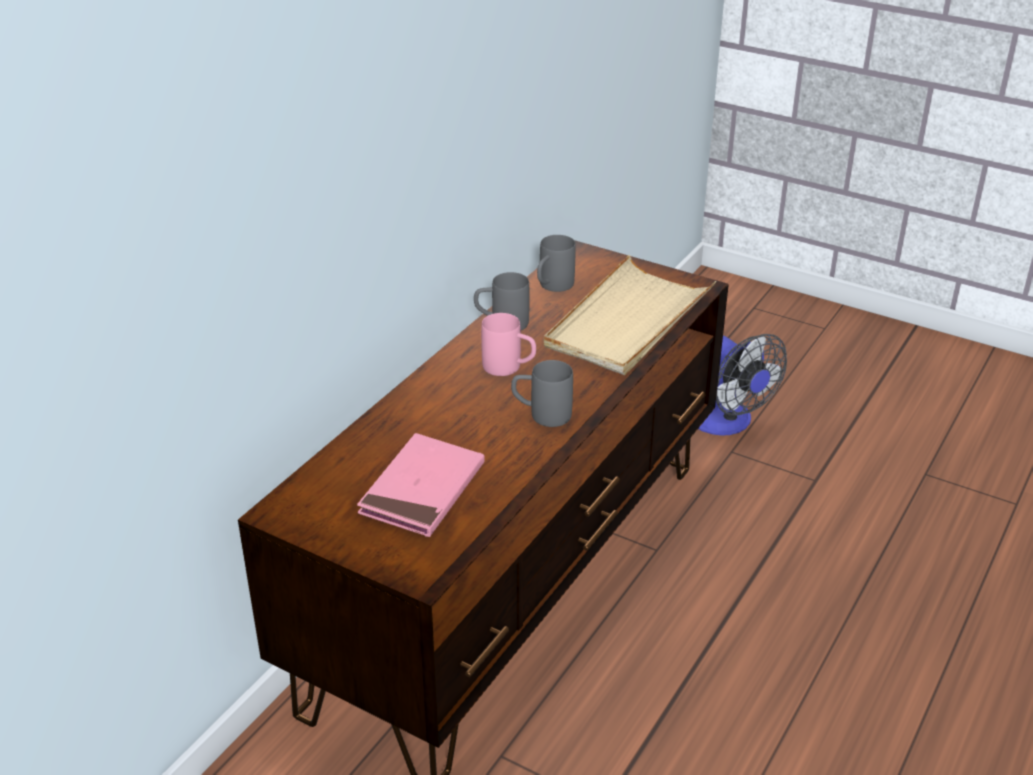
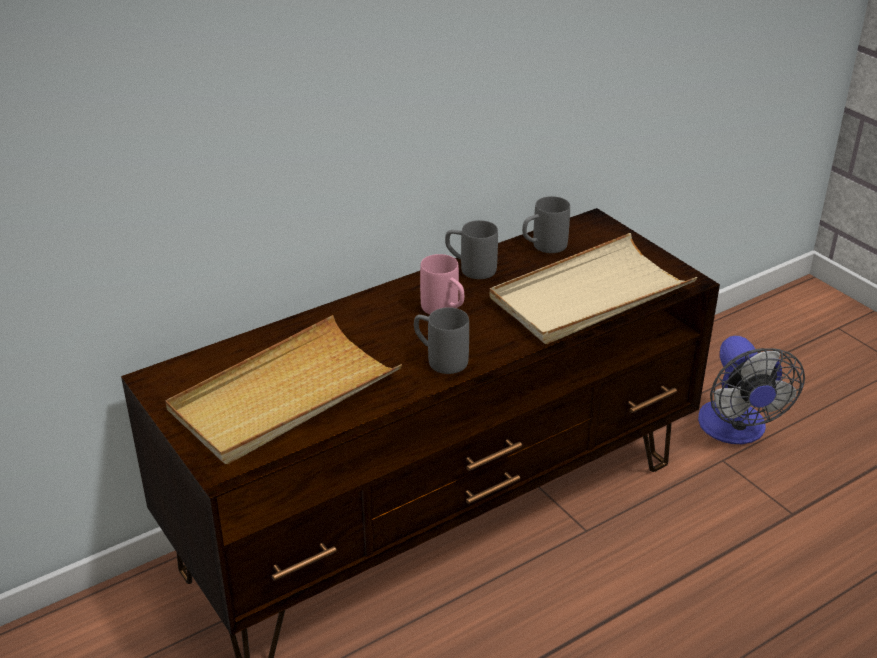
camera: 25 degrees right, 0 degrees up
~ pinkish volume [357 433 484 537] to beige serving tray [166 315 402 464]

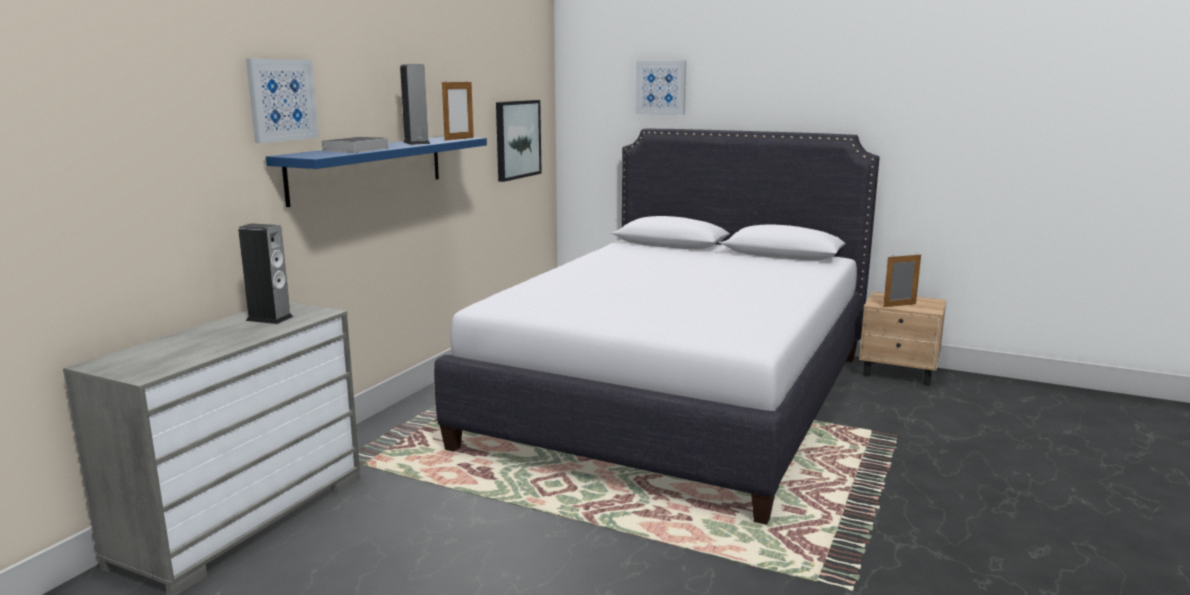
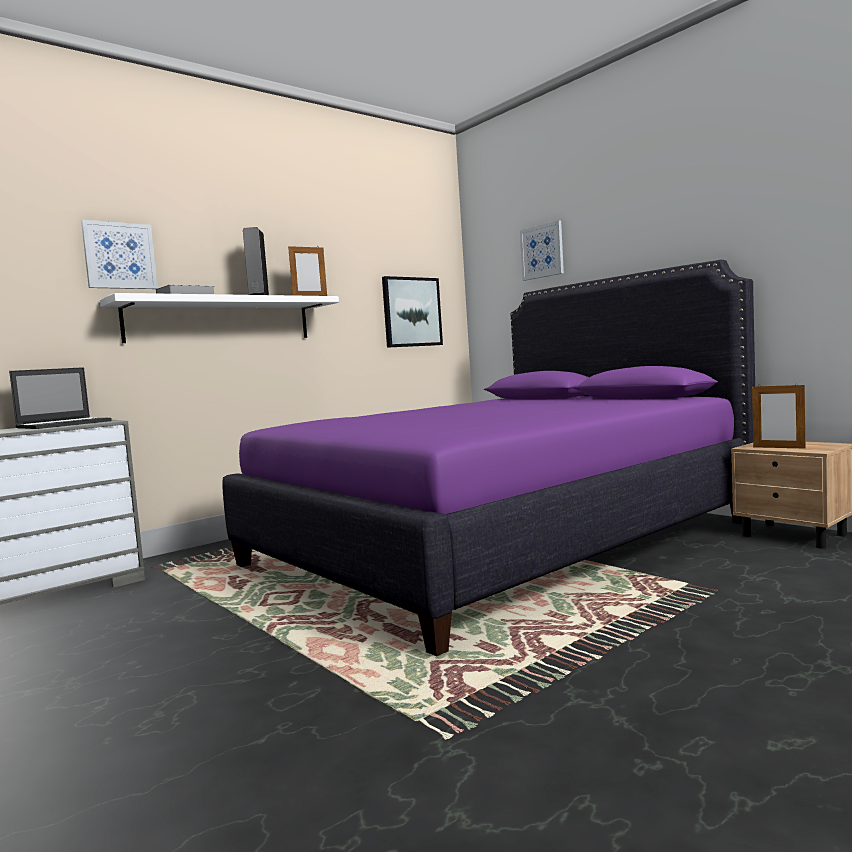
camera: 25 degrees right, 10 degrees down
~ white bedroom bed [434 128 880 525] to purple-coloured bedroom bed [222 260 755 656]
~ blue wall shelf [266 137 487 207] to white wall shelf [100 293 339 343]
~ audio speaker [238 223 293 324] to laptop [9 367 112 429]
~ standing frame [883 253 921 307] = [752 383 806 448] 150 degrees counterclockwise

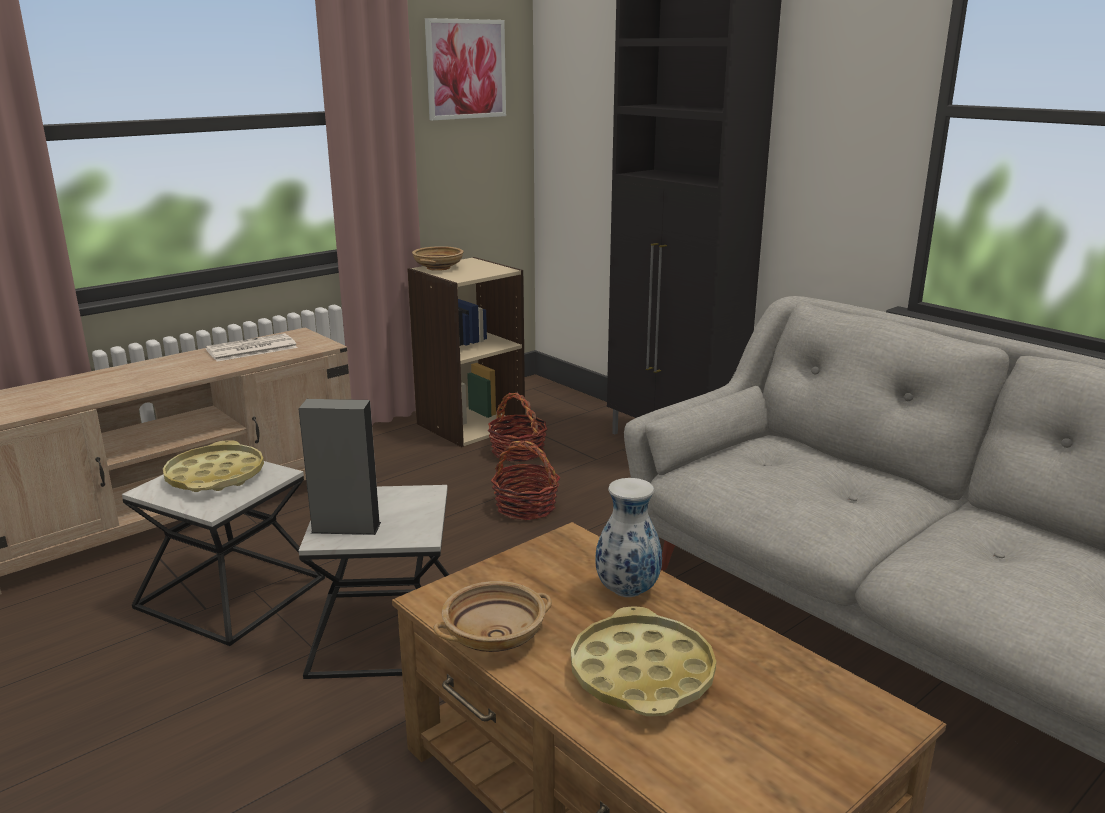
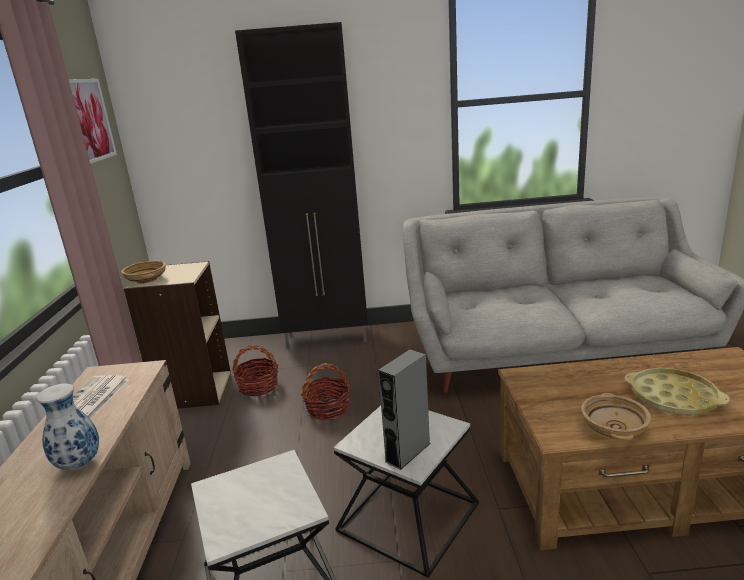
camera: 50 degrees left, 0 degrees up
- yellow serving tray [163 440 264 492]
~ vase [596 478 662 597] to [36 383 99 470]

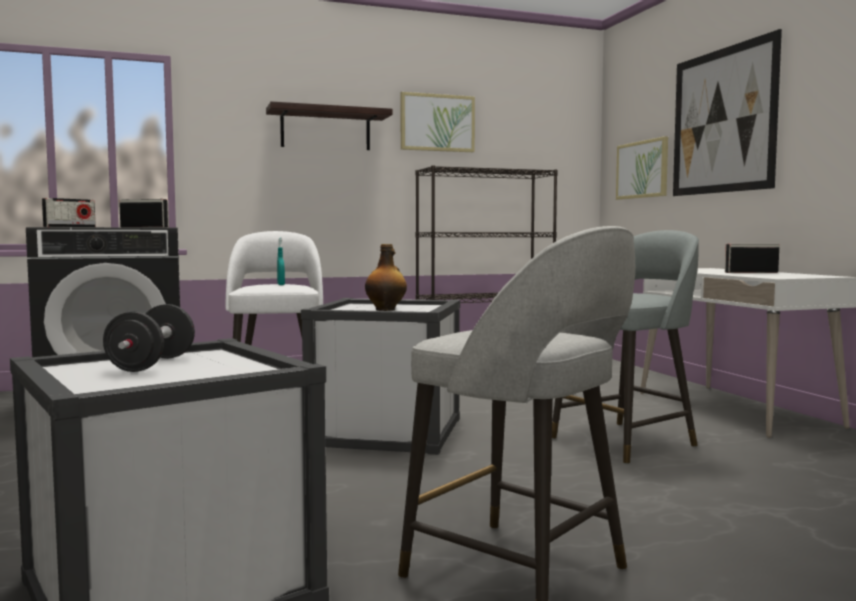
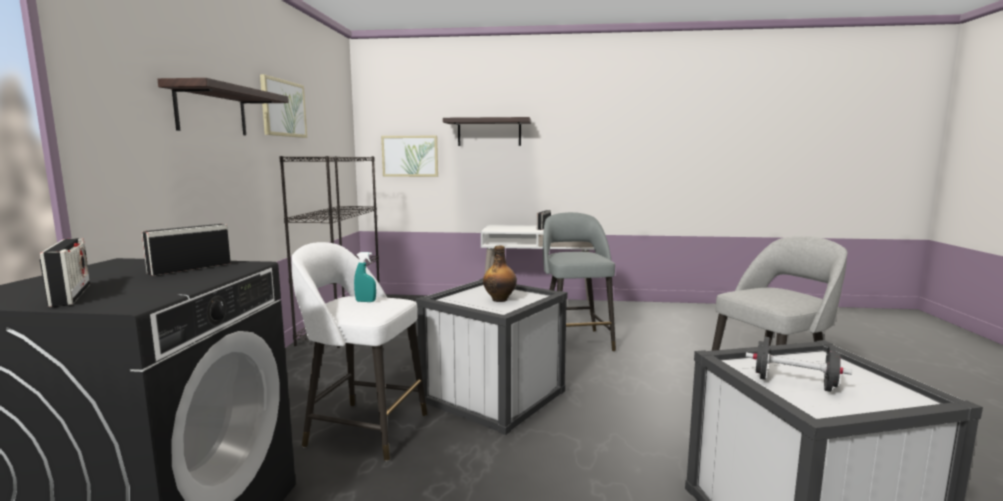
camera: 65 degrees left, 5 degrees up
~ picture [673 29 782 196] to wall shelf [443 117 531 146]

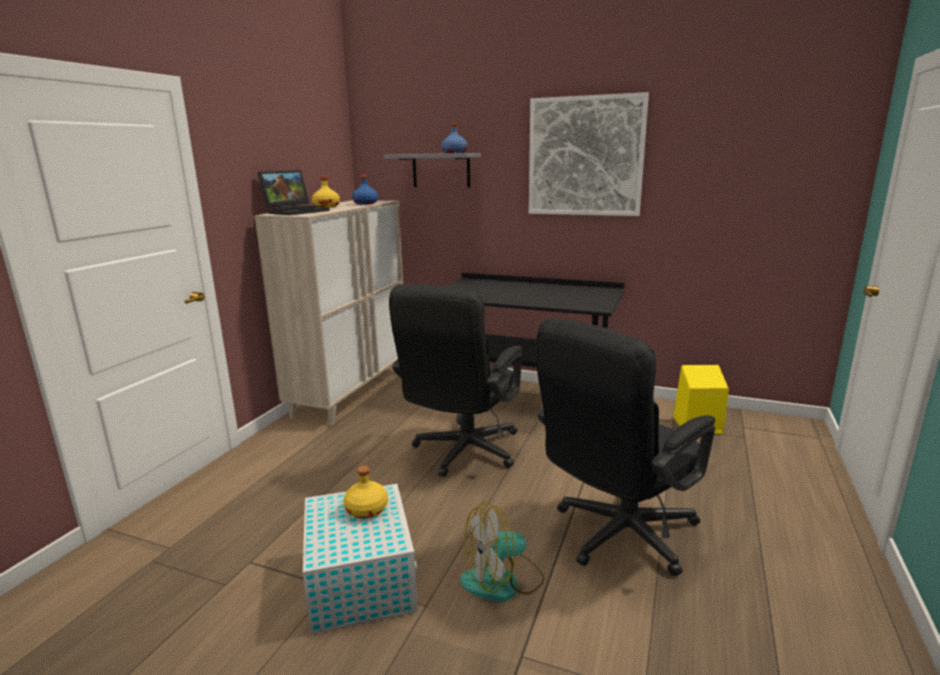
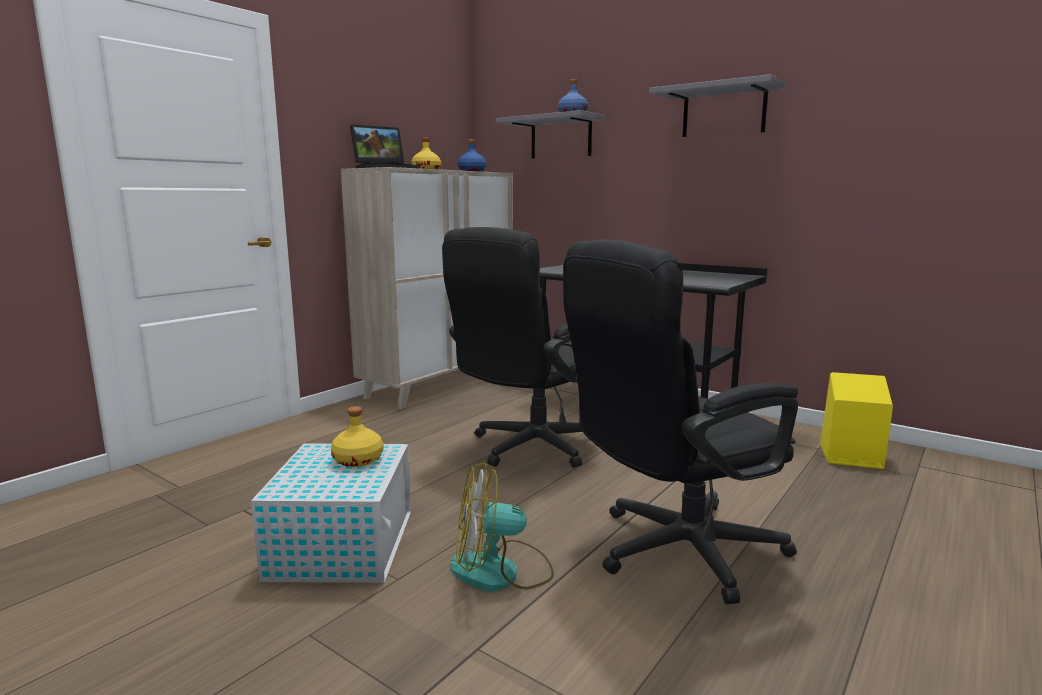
camera: 15 degrees right, 5 degrees down
~ picture [529 92 649 216] to gray wall shelf [649 74 787 137]

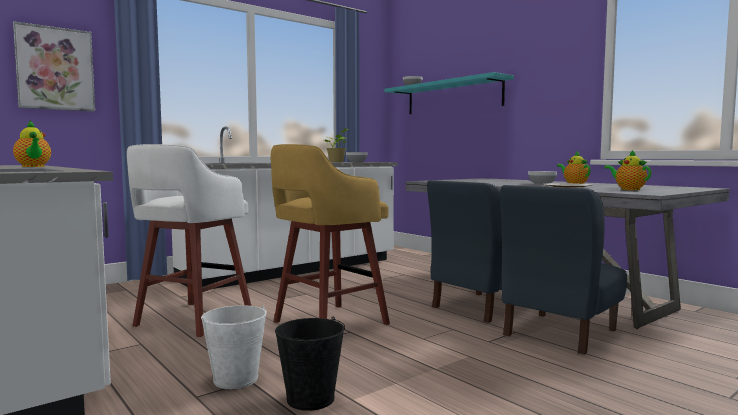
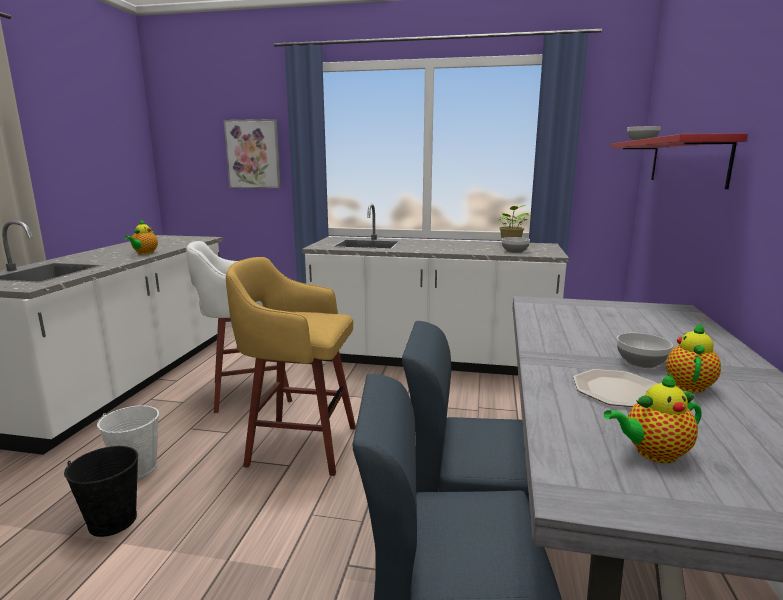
camera: 50 degrees right, 10 degrees up
~ turquoise-coloured wall shelf [385 72 514 114] to red-coloured wall shelf [611 133 748 189]
~ tea pot [604 150 651 190] = [604 373 702 463] 120 degrees counterclockwise

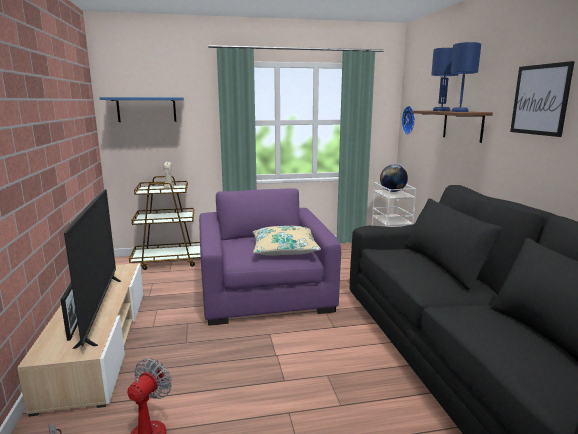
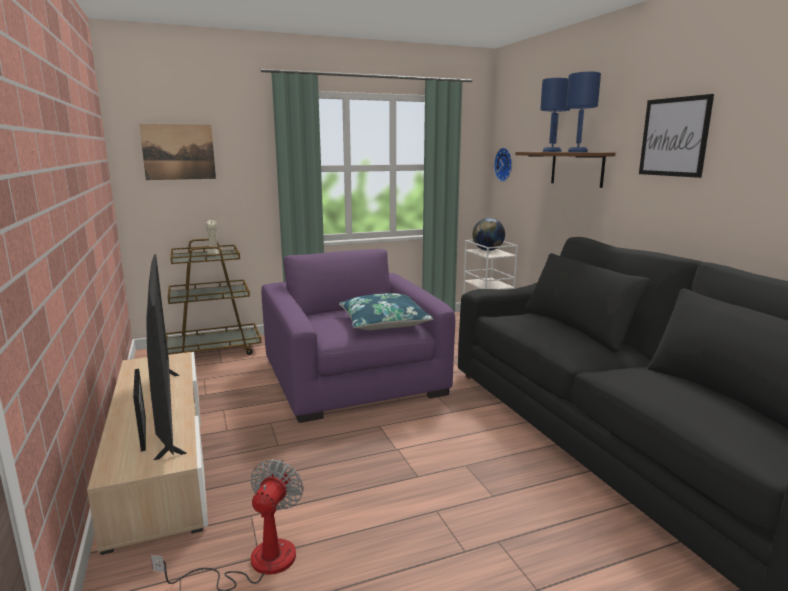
camera: 10 degrees left, 0 degrees up
~ blue wall shelf [99 97 184 122] to picture [139 124 216 180]
~ beige pillow [253 226 321 256] to blue pillow [339 293 434 330]

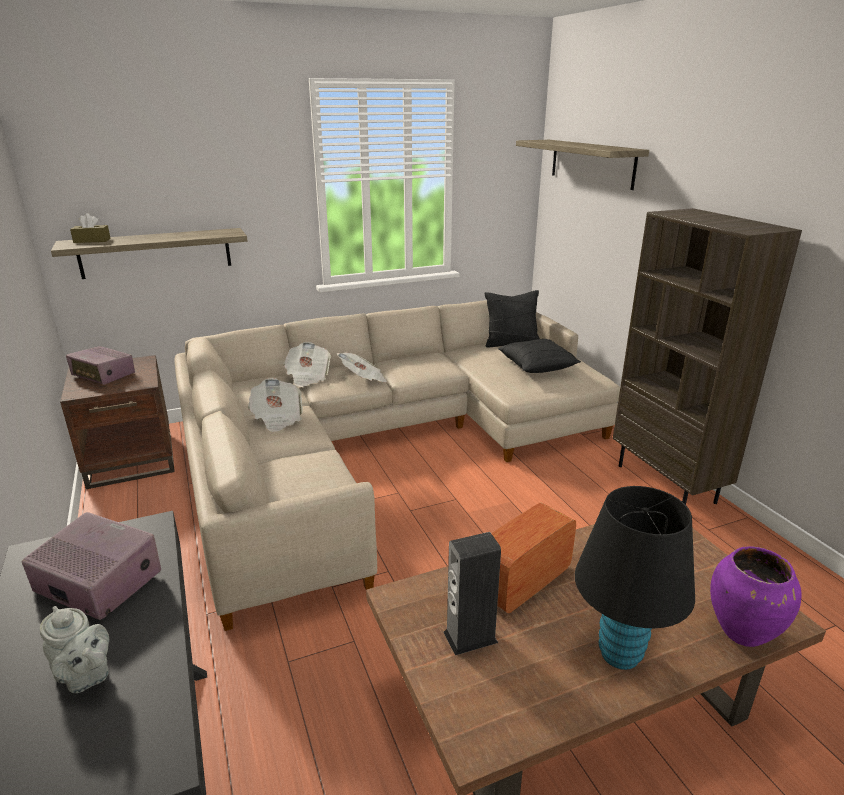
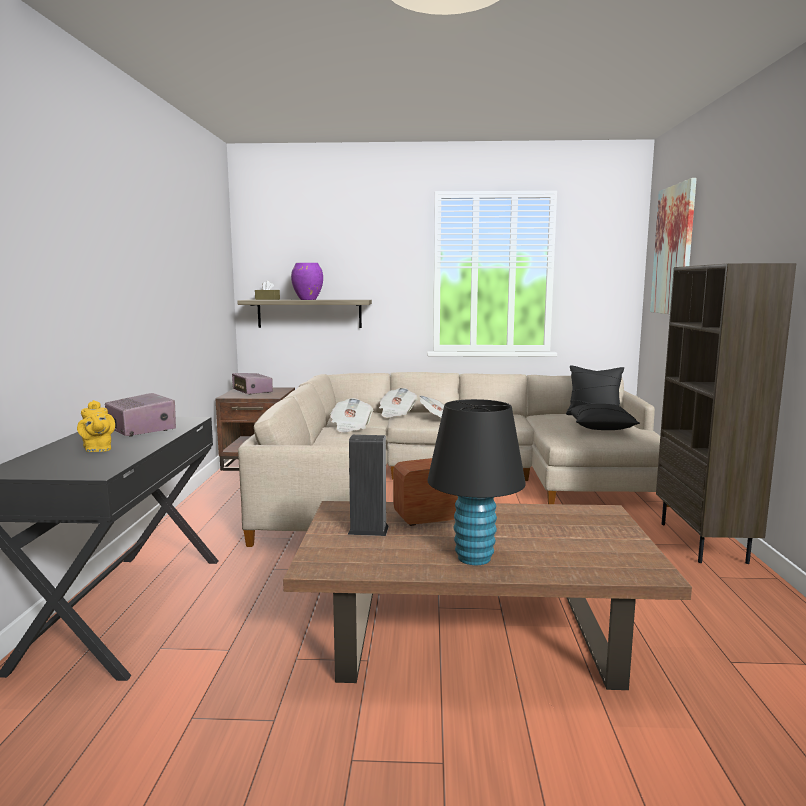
camera: 25 degrees right, 15 degrees down
~ wall shelf [516 140 649 190] to picture [650 178 697 314]
~ purple-coloured vase [710 546 802 647] to [291 263 323 300]
~ gray tea pot [40 606 109 693] to yellow tea pot [77 400 115 452]

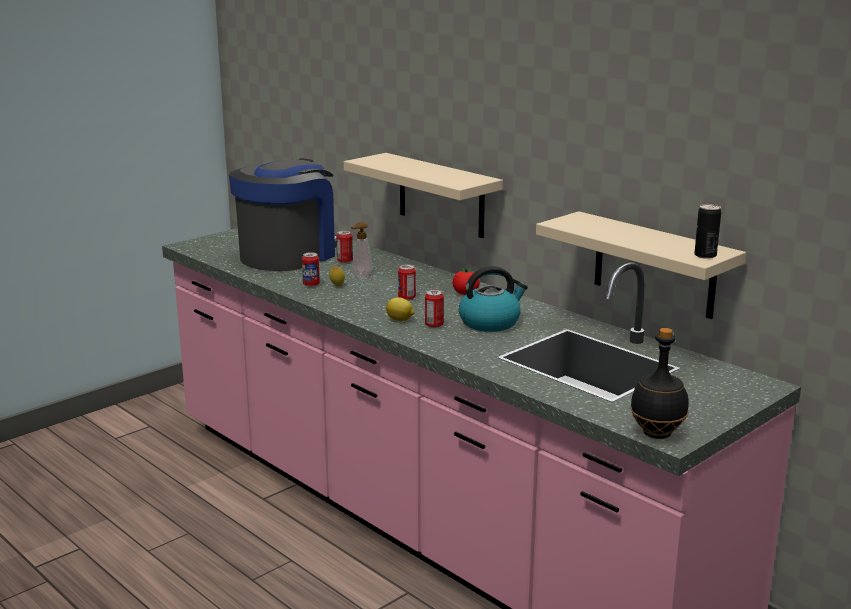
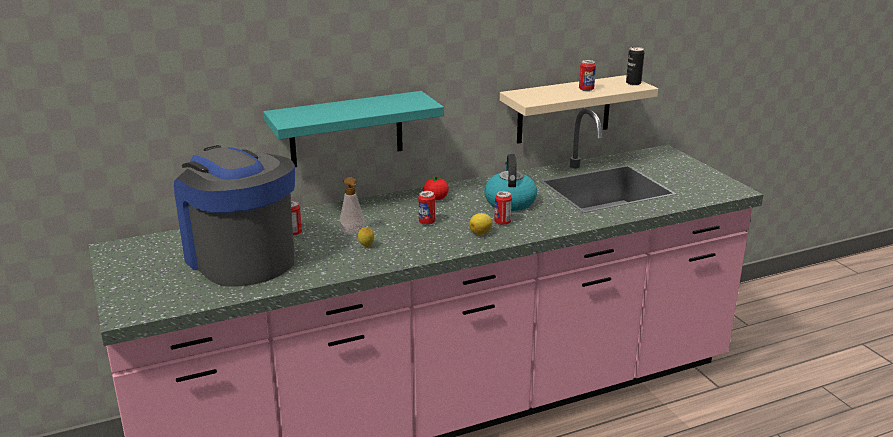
camera: 70 degrees left, 5 degrees up
~ beige wall shelf [344 153 503 238] to turquoise-coloured wall shelf [263 91 444 167]
~ sealed can [302 252 320 287] to [579 60 596 91]
- black bottle [630 328 689 439]

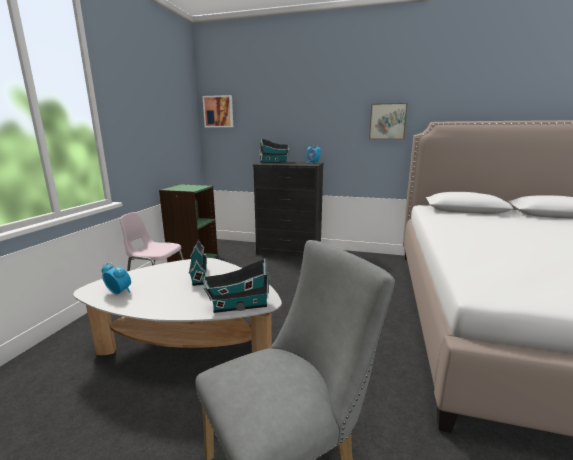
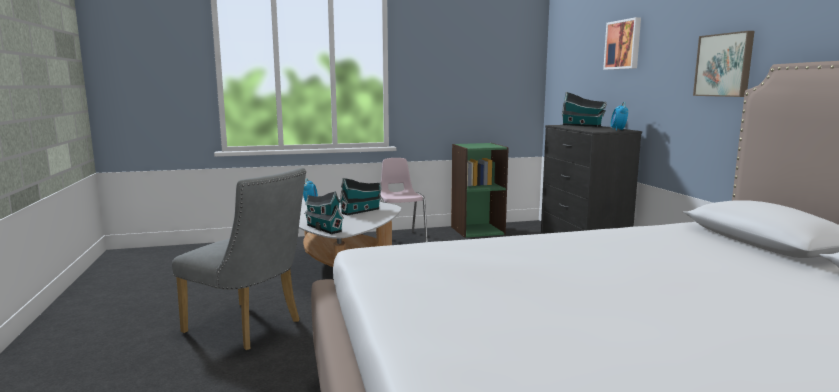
camera: 60 degrees right, 5 degrees down
~ picture [202 95 233 127] to [603 17 641 70]

